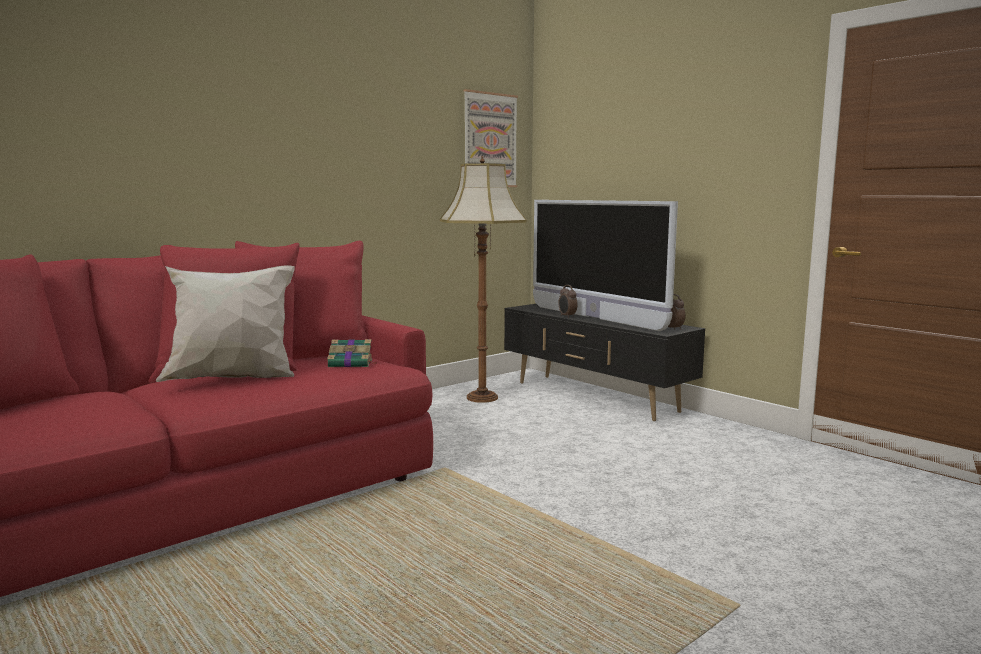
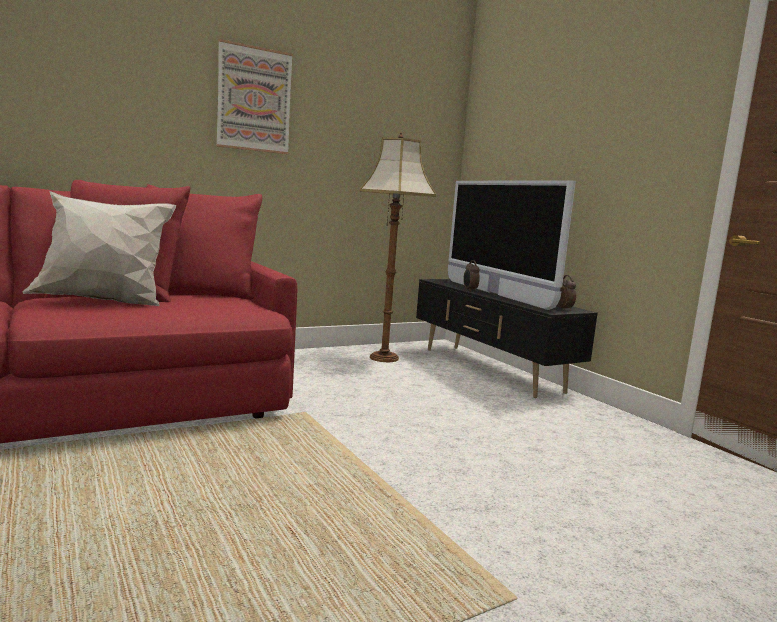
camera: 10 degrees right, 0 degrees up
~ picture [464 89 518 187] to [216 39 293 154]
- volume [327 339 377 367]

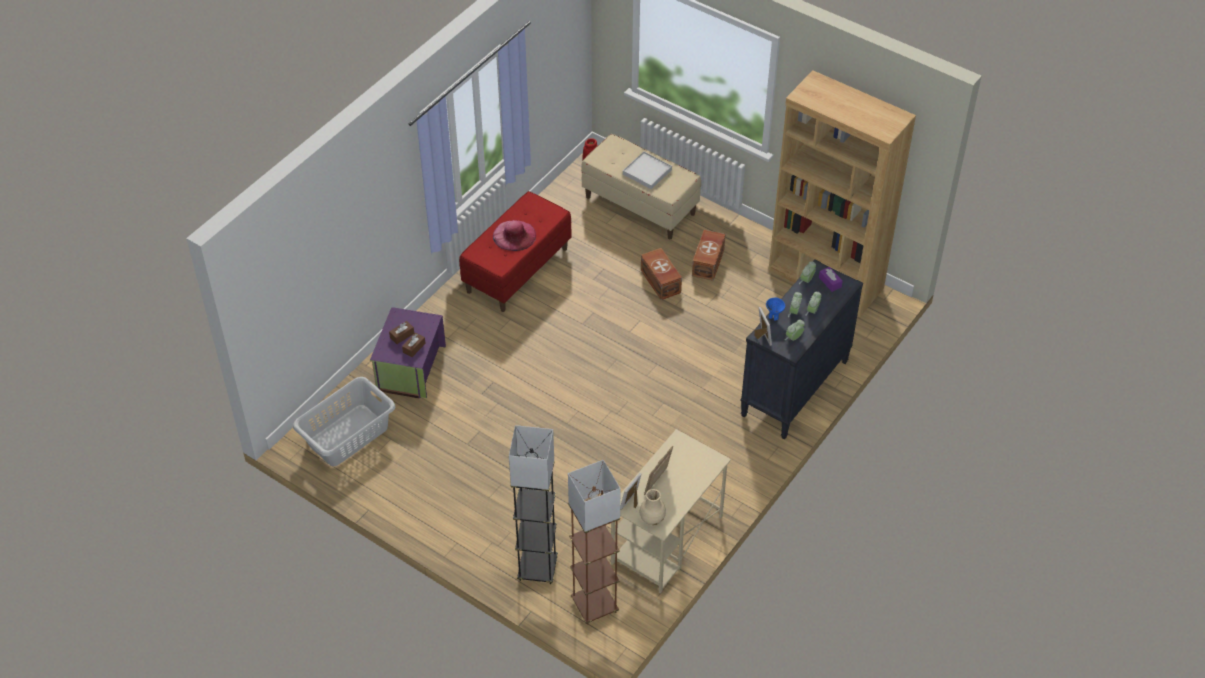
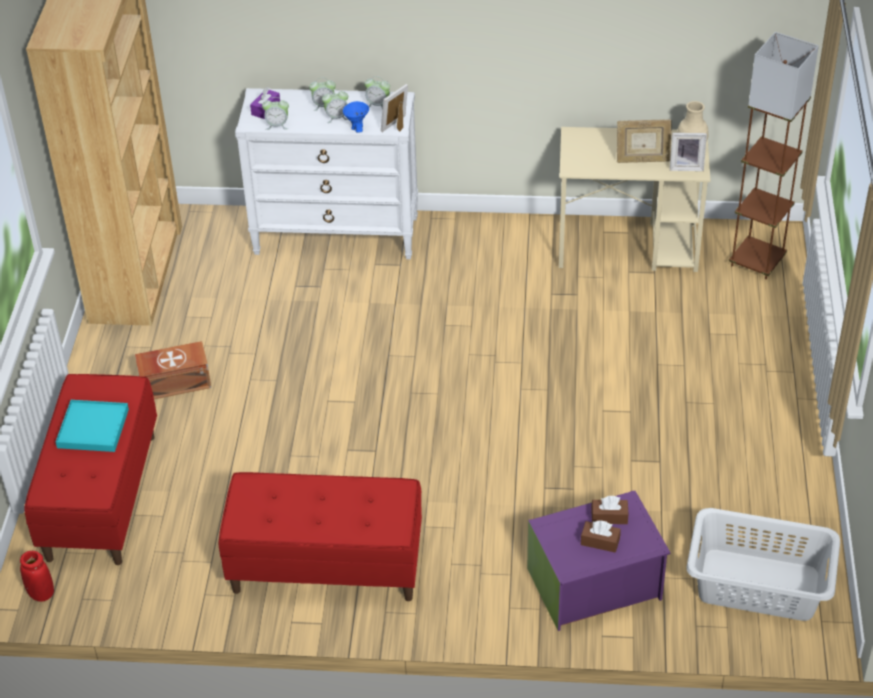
camera: 120 degrees left, 5 degrees down
~ beige long seat [581 134 701 239] to red-coloured long seat [24 374 157 565]
~ white serving tray [623 152 672 189] to turquoise-coloured serving tray [56 400 129 452]
- pinkish wearable hat [493 220 536 251]
- brown-coloured storage box [641 248 682 300]
~ black drawer chest [740 260 863 439] to white drawer chest [235 88 418 259]
- gray floor lamp [509 425 558 584]

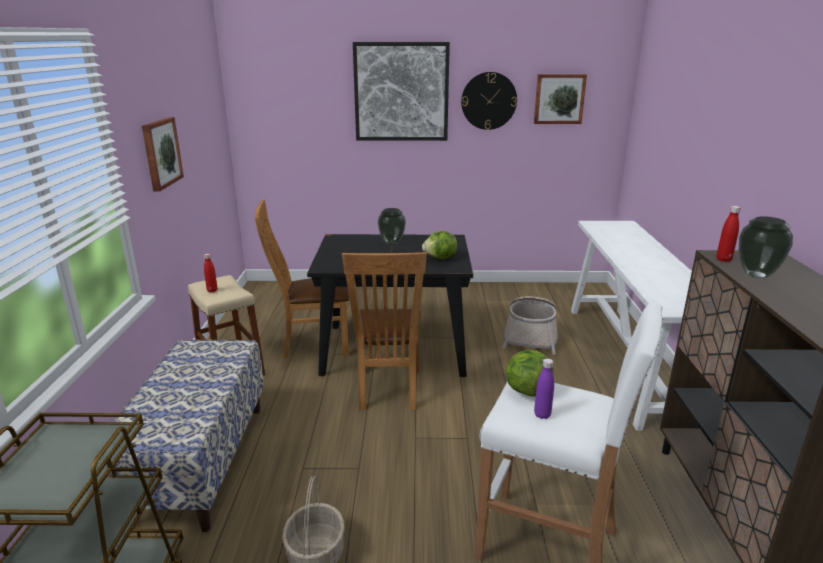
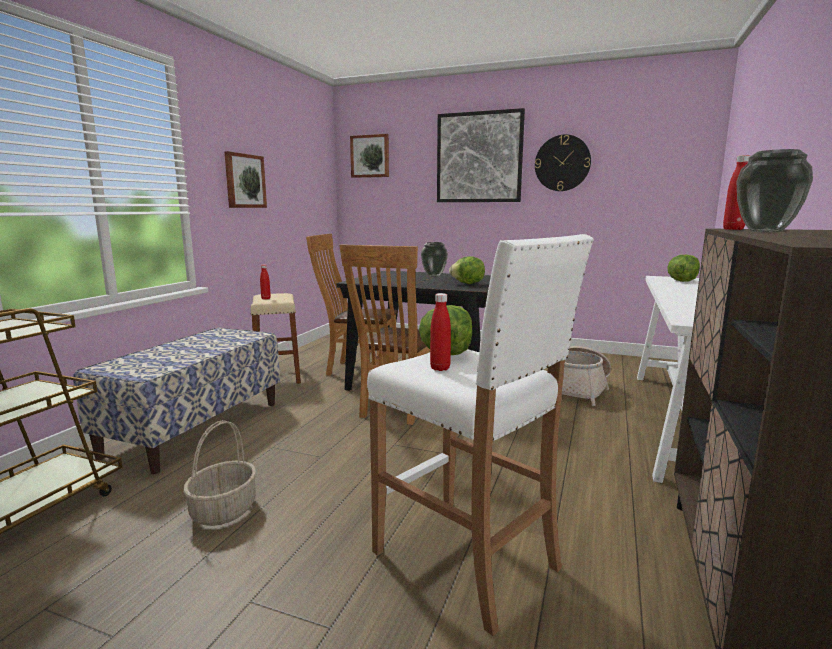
camera: 20 degrees right, 10 degrees down
~ picture [534 74 587 124] to [350 134 389 178]
~ purple-coloured bottle [534 358 554 419] to red-coloured bottle [430 293 451 371]
+ lettuce head [667 255 700 282]

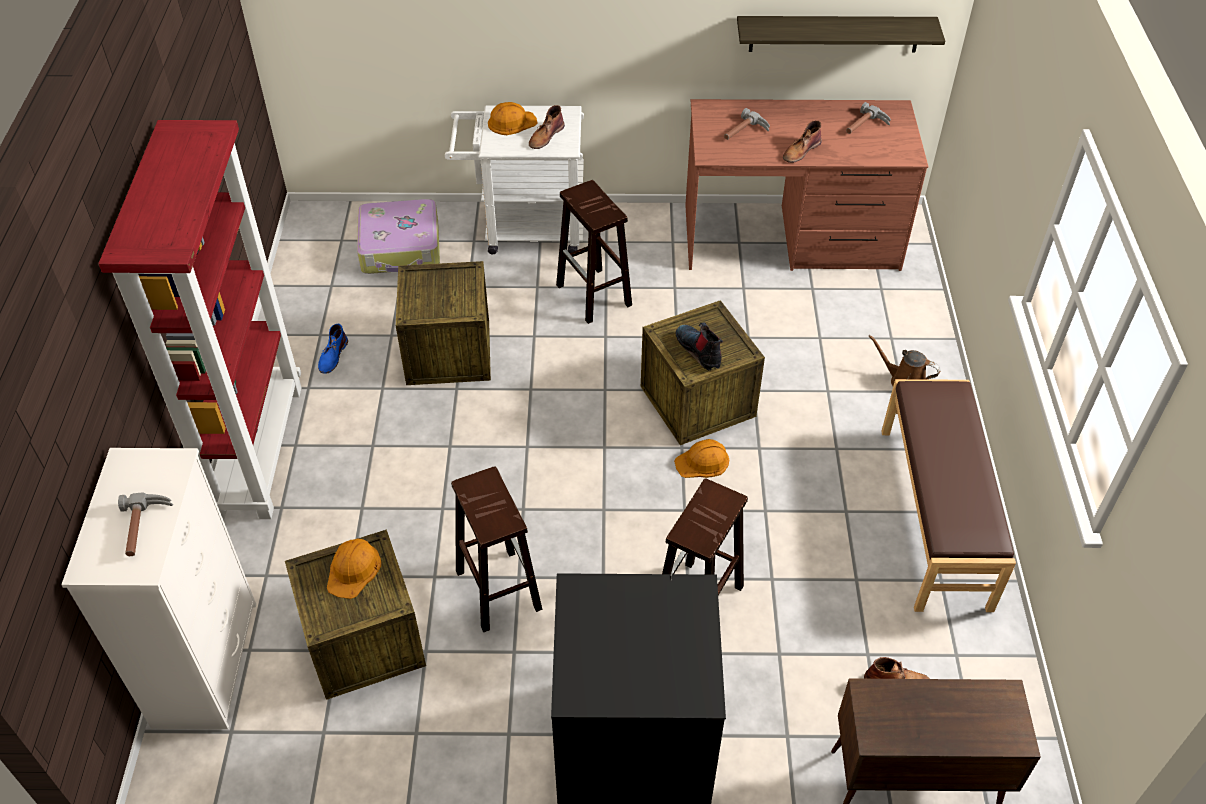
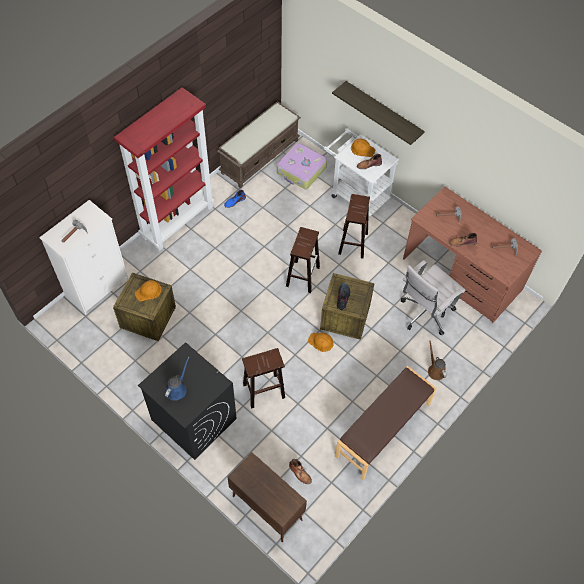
camera: 40 degrees right, 10 degrees up
~ wall shelf [737 16 945 53] to [332 81 425 145]
- packing crate [396 261 491 385]
~ brown-coloured stool [451 466 542 632] to [286 227 320 293]
+ brown-coloured long seat [217 101 301 188]
+ white computer chair [401 260 465 335]
+ blue watering can [165 357 189 401]

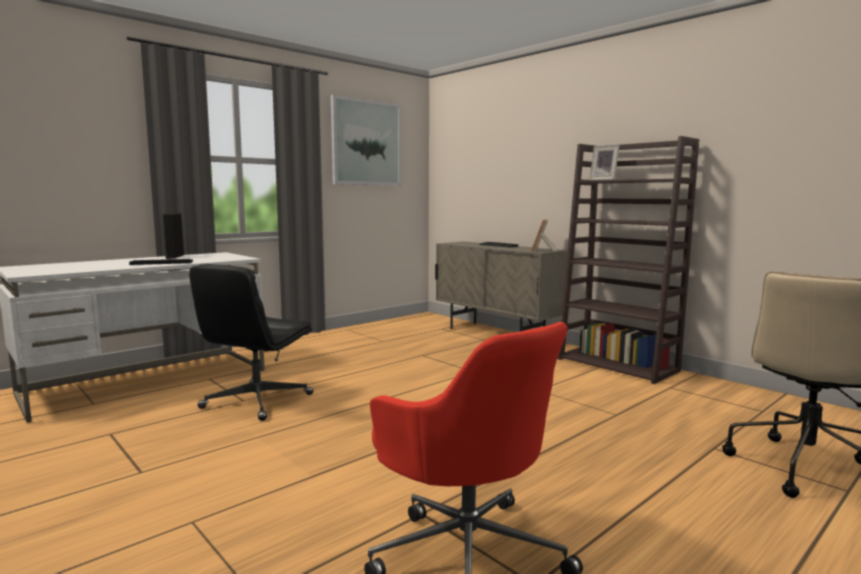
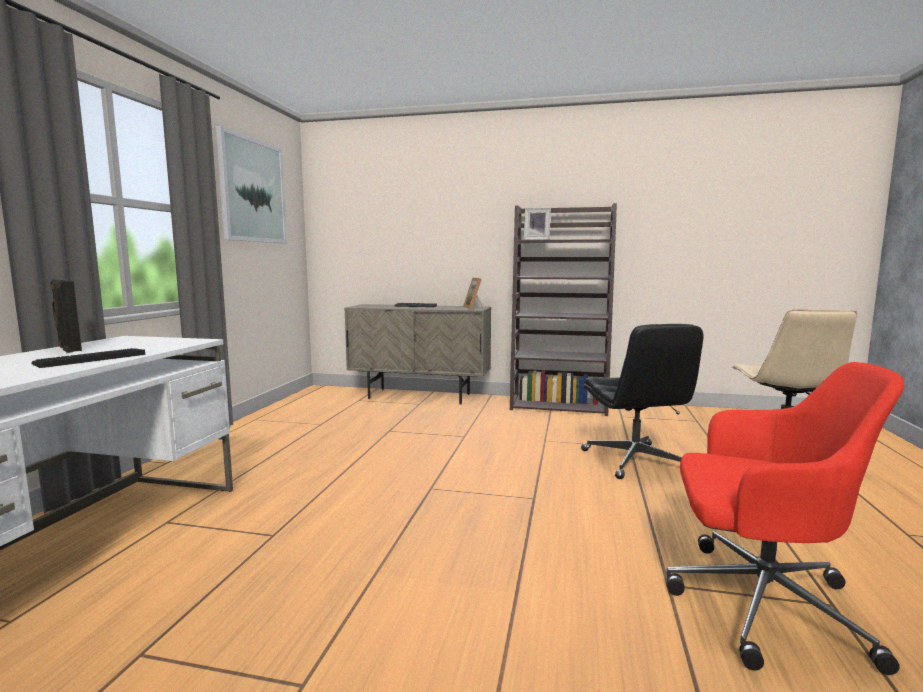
camera: 35 degrees left, 0 degrees up
~ black computer chair [189 264 313 421] to [581 324 704 479]

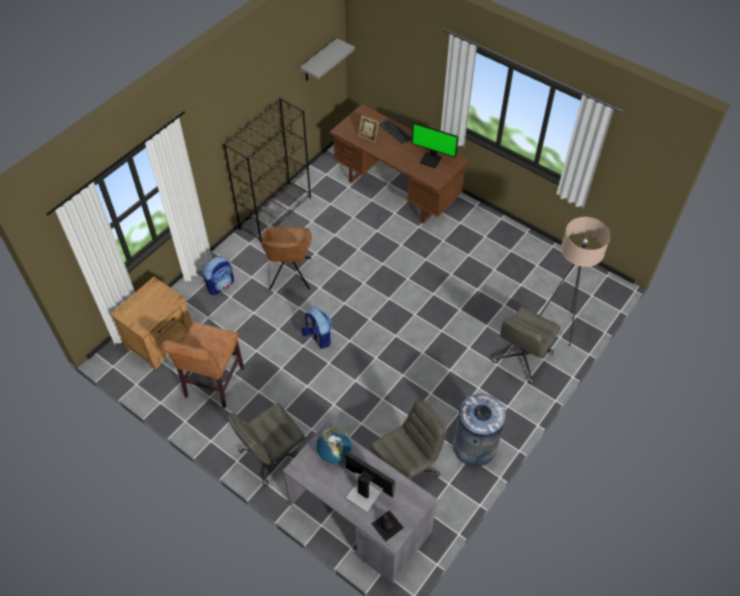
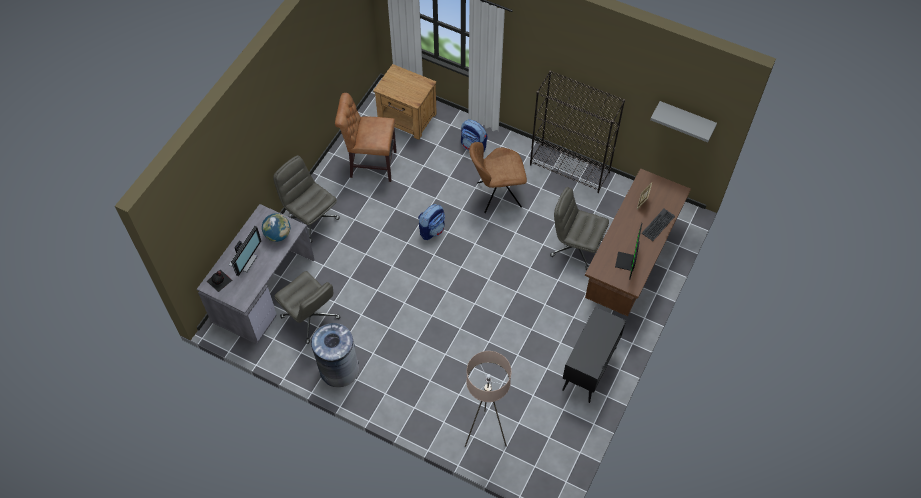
camera: 80 degrees right, 5 degrees up
~ gray computer chair [492 307 560 384] to [550 187 609 270]
+ black cabinet [562 307 626 403]

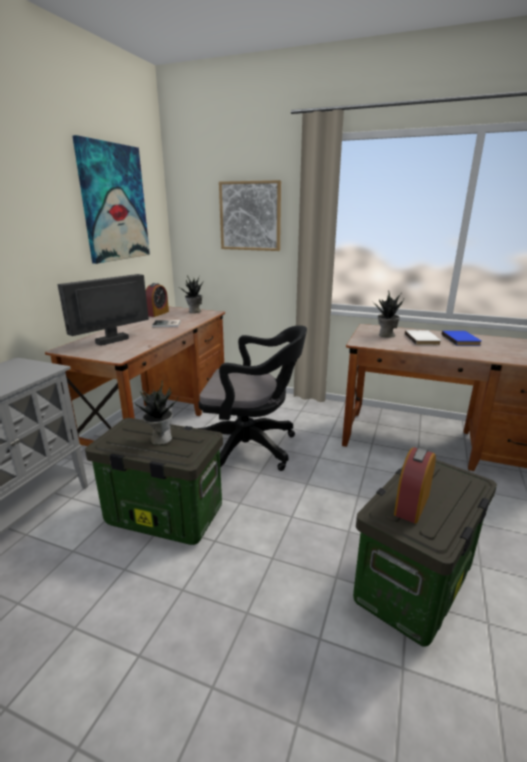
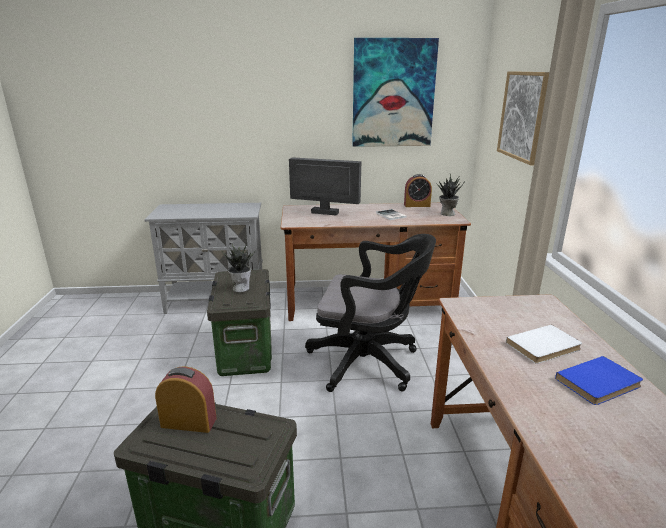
camera: 65 degrees right, 0 degrees up
- potted plant [372 290 404 338]
~ black computer chair [197 325 307 471] = [305 234 436 392] 60 degrees counterclockwise

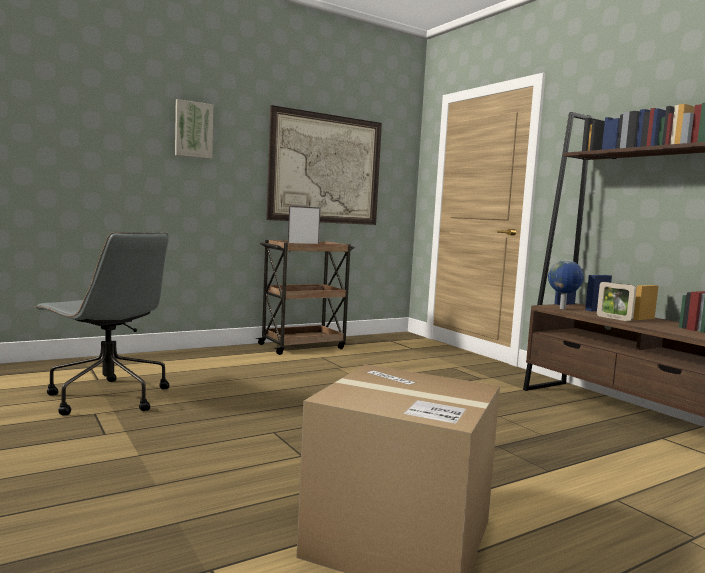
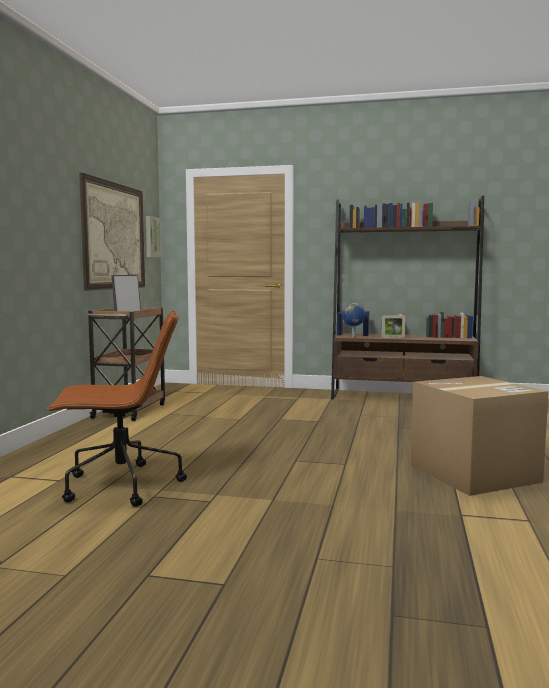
camera: 45 degrees left, 0 degrees up
~ picture [175 99 213 159] to [146 216 162 258]
~ gray computer chair [35 232 169 416] to brown-coloured computer chair [47 310 187 507]

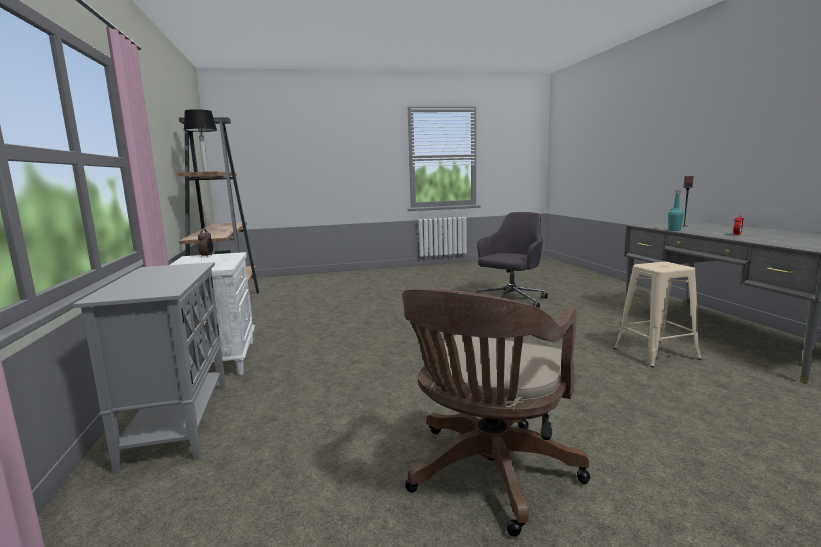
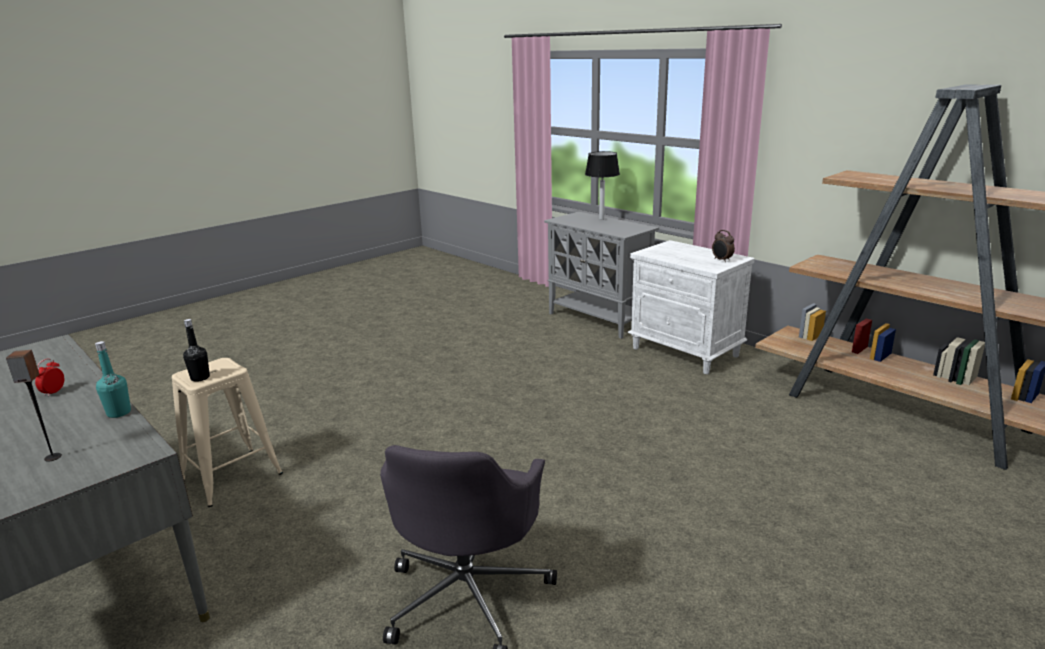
camera: 150 degrees right, 10 degrees up
~ tabletop lamp [184 109 217 172] to [585 151 620 220]
- brown-coloured computer chair [402 288 590 537]
+ black bottle [183 319 210 382]

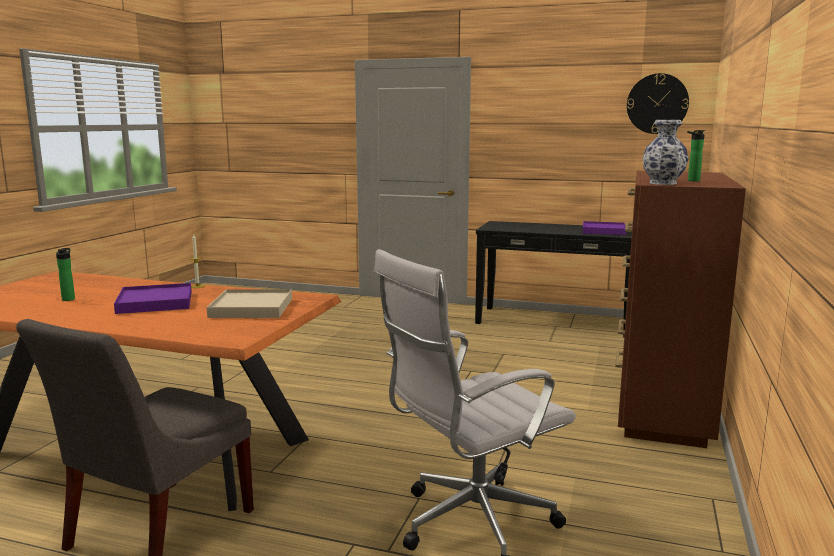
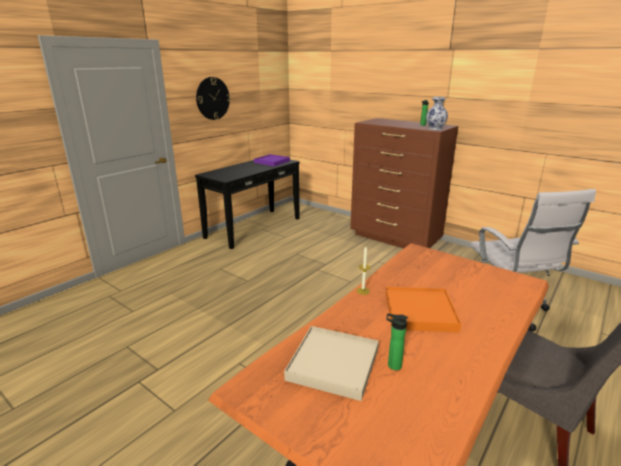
camera: 70 degrees left, 10 degrees up
~ wall clock [627 73 689 134] to [196 77 230 120]
~ purple-coloured serving tray [114 283 192 314] to orange-coloured serving tray [386 287 461 332]
~ beige serving tray [207 289 292 318] to [284 326 379 401]

